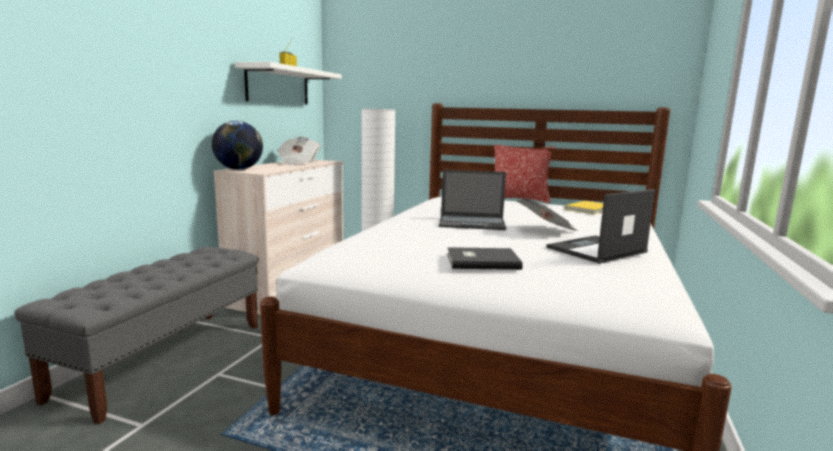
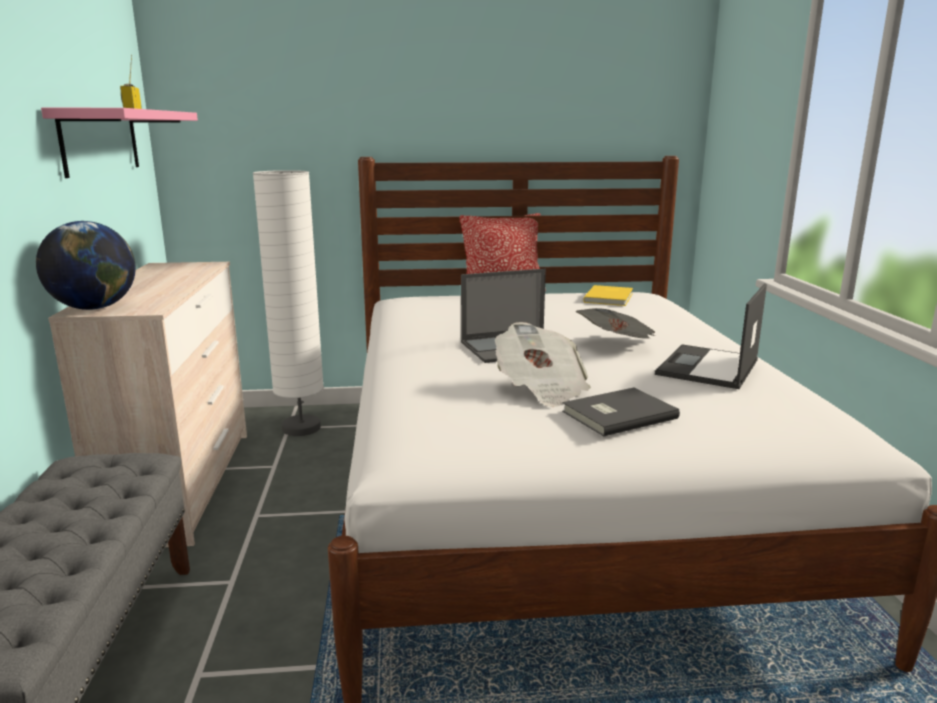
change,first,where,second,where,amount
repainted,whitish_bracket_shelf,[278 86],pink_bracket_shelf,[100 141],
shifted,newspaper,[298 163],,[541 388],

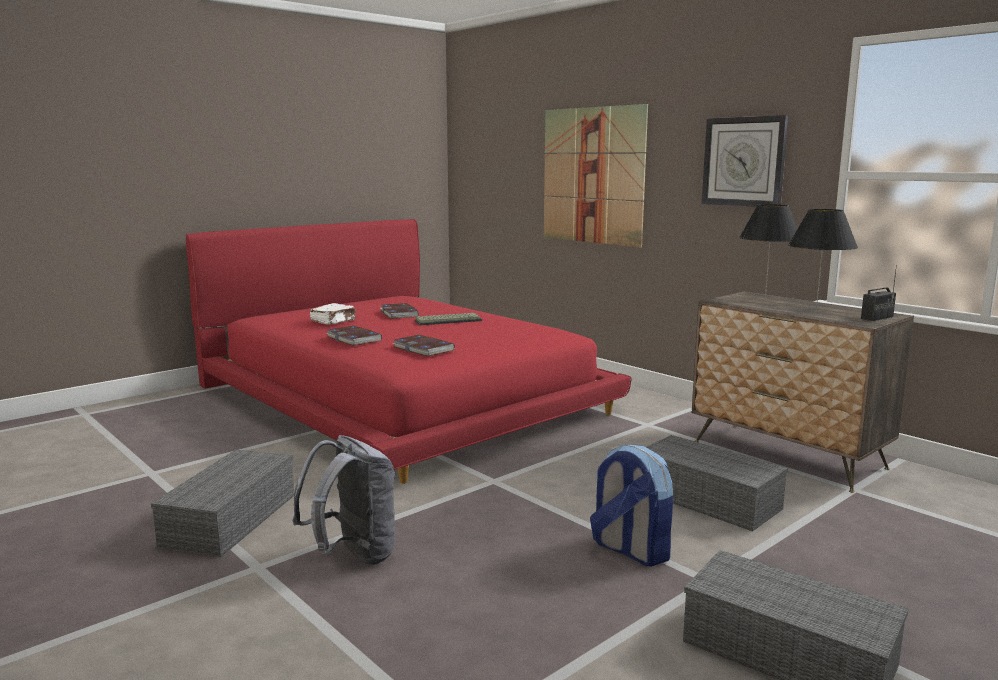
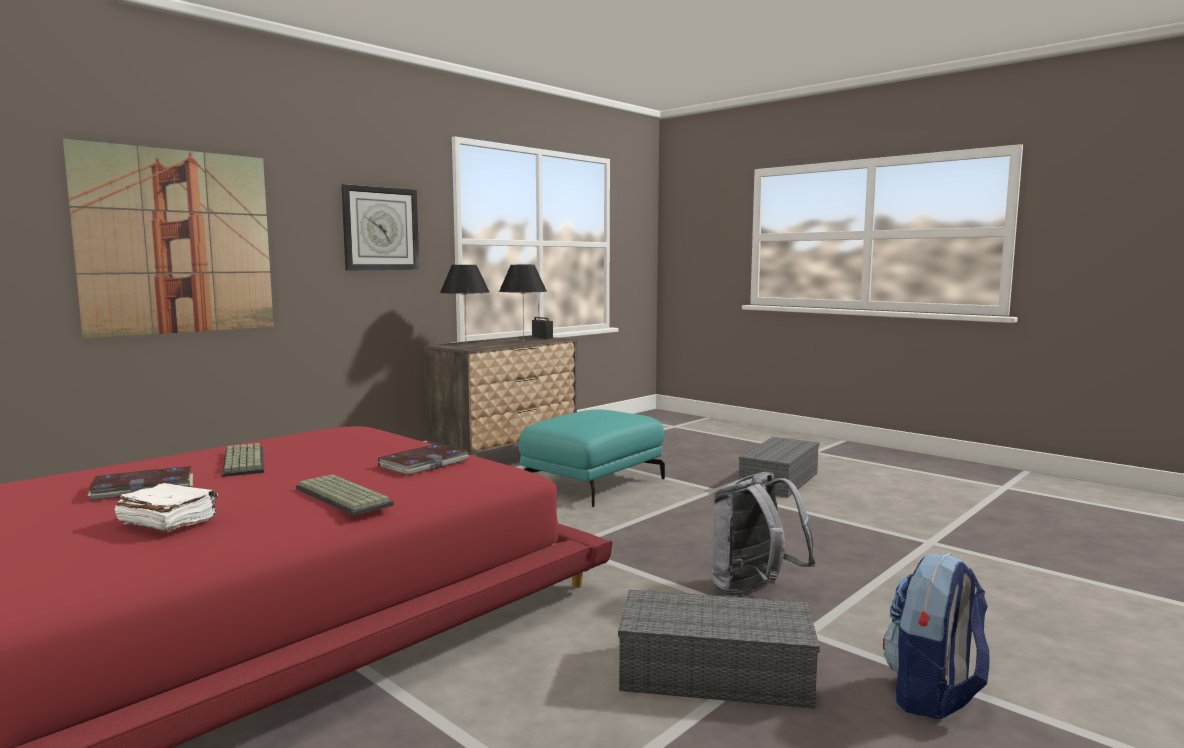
change,first,where,second,where,amount
swapped,volume,[354 338],keyboard,[340 497],
swapped,grey_storage_bin,[710 499],turquoise_footrest,[593 483],
shifted,rucksack,[629 550],,[933 695],

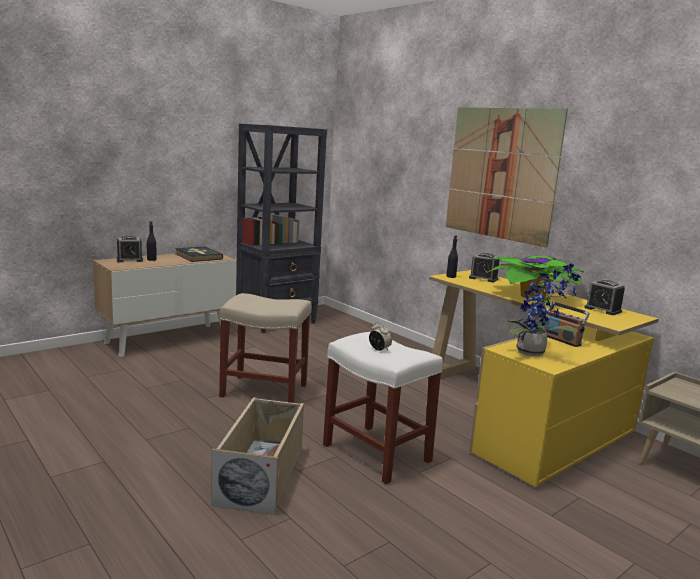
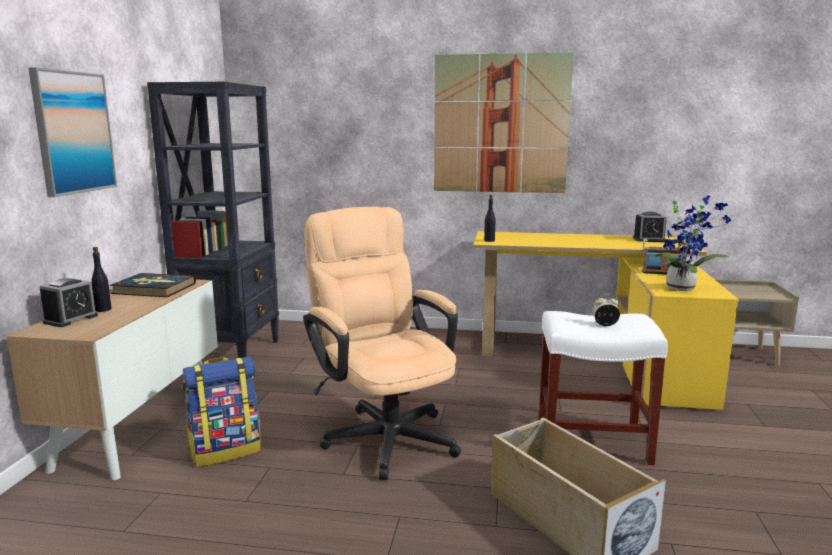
change,first,where,second,where,amount
new,,,picture,[73 132],
new,,,rucksack,[226 450],
swapped,beige-coloured_stool,[265 390],beige-coloured_desk_chair,[384 433],
gone,alarm_clock,[483 278],,,
gone,plant_in_a_pot,[530 296],,,

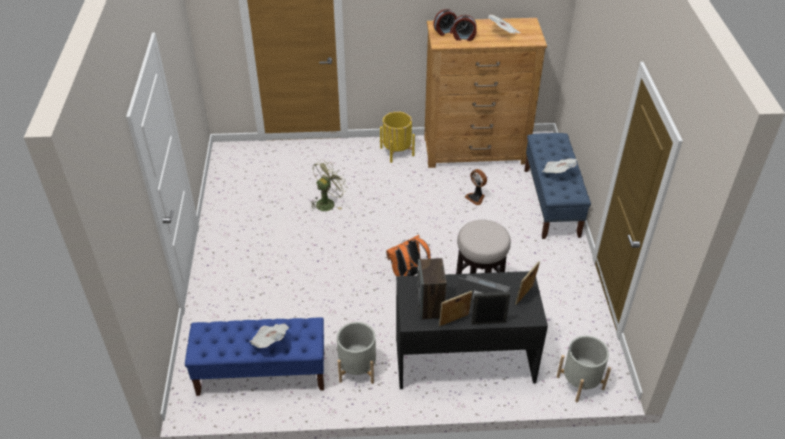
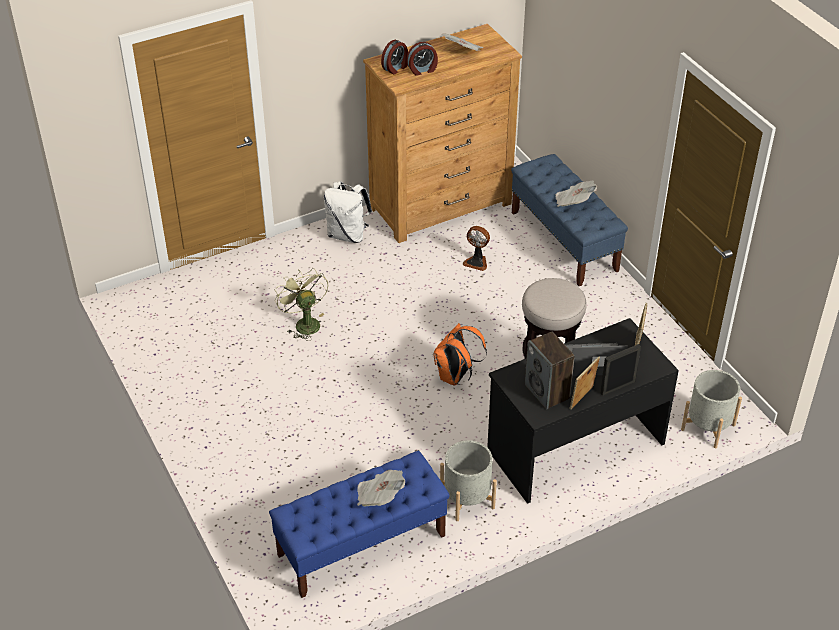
change,first,where,second,where,amount
rotated,green_electric_fan,[327 202],,[304 323],45 degrees counterclockwise
swapped,yellow_planter,[397 151],whitish_rucksack,[348 235],

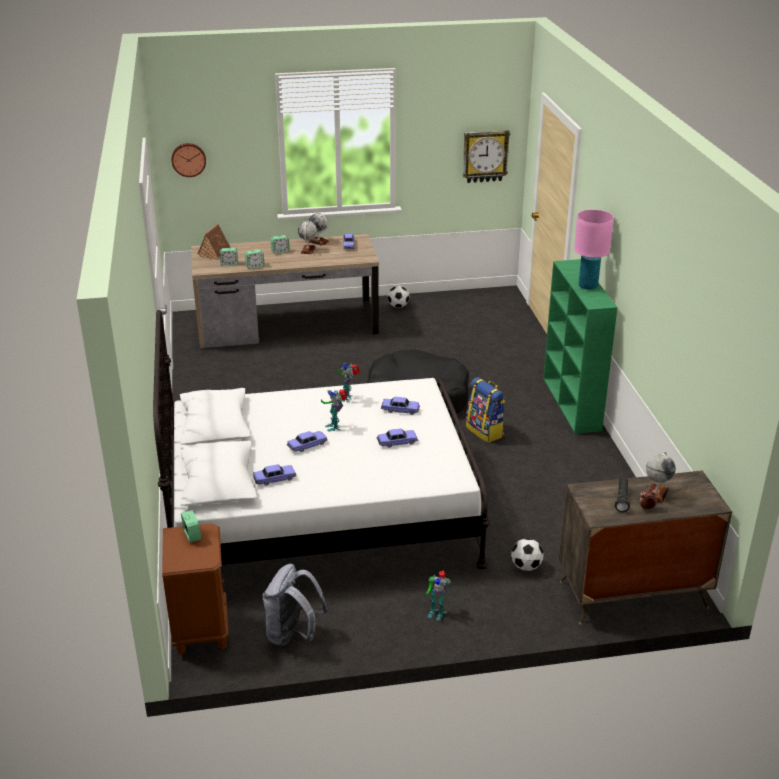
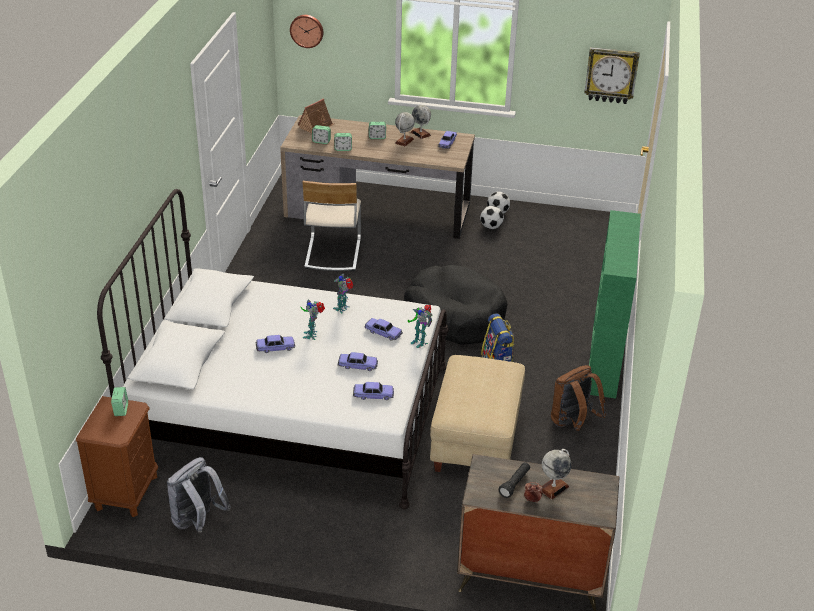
change,first,where,second,where,amount
new,,,beige-coloured_plain_chair,[332 253],
shifted,toy_car,[274 479],,[373 395],
shifted,toy_robot,[436 612],,[419 341],
new,,,beige-coloured_footrest,[474 440],
shifted,ball_for_football,[526 566],,[491 227],
new,,,brown-coloured_rucksack,[572 423],
gone,pink_tabletop_lamp,[588 286],,,

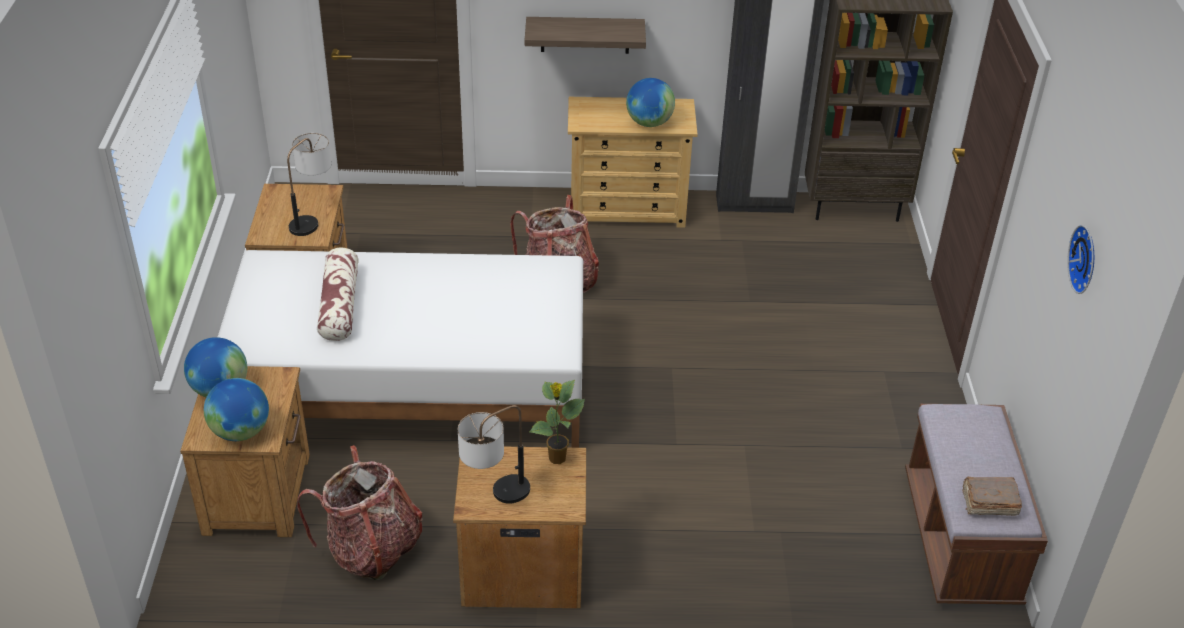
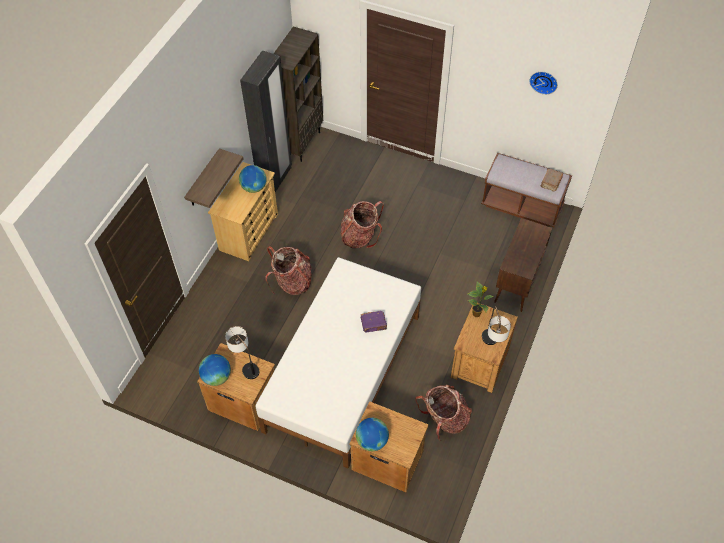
change,first,where,second,where,amount
shifted,world_globe,[240 432],,[217 377],
new,,,rucksack,[360 236],
new,,,purple-coloured_volume,[374 324],
new,,,brown-coloured_storage_cabinet,[517 283],
gone,pillow,[339 305],,,

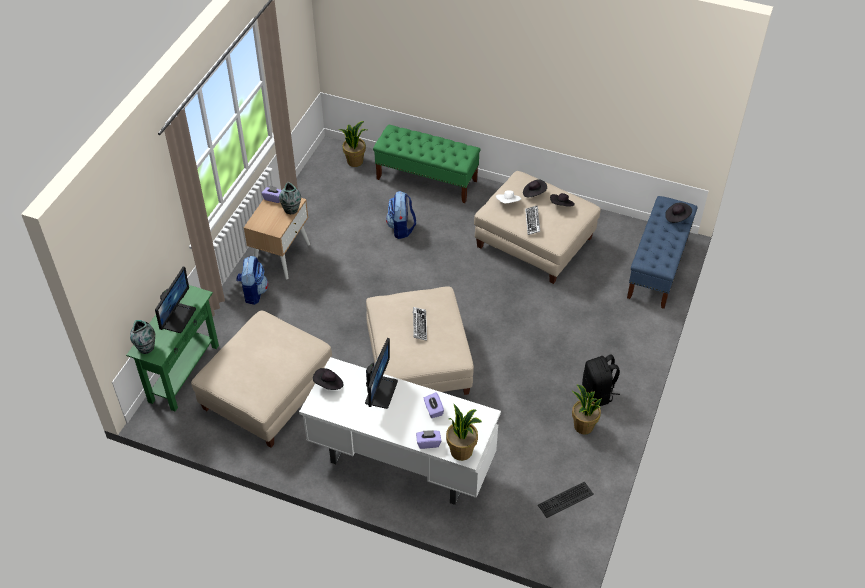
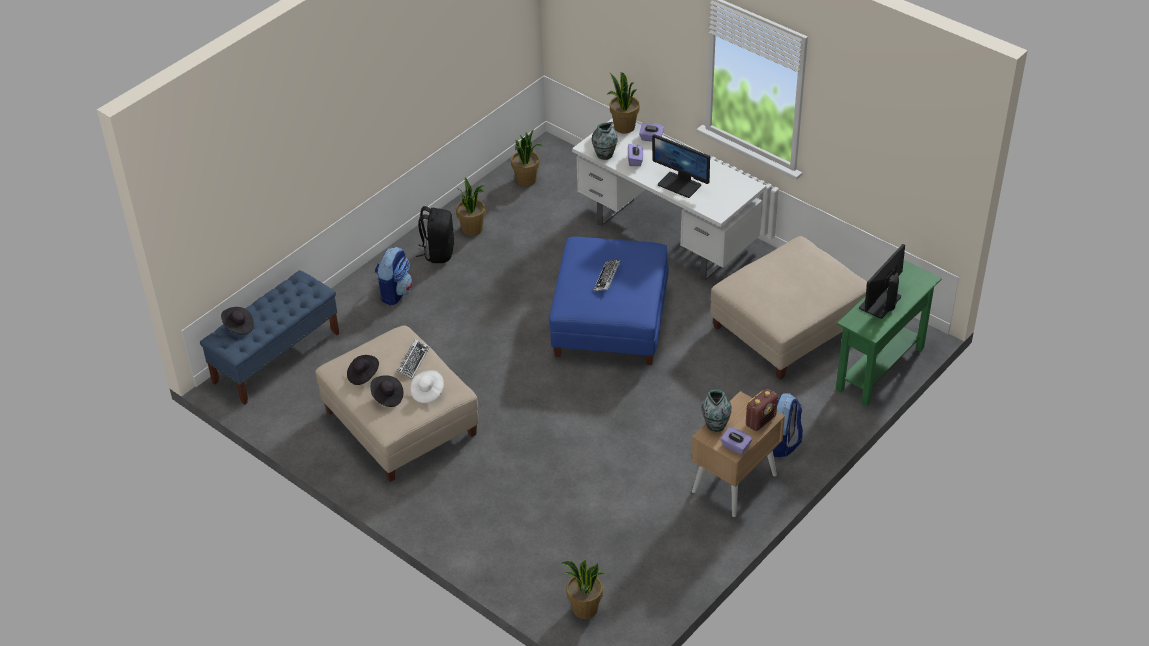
change,first,where,second,where,amount
shifted,rucksack,[401 228],,[395 292],
swapped,keyboard,[565 500],plant_in_a_pot,[526 180],
repainted,beige-coloured_footrest,[418 362],bluish_footrest,[610 321],
shifted,vase,[146 347],,[604 155],
rotated,computer_screen,[380 391],,[680 184],90 degrees counterclockwise
new,,,radio_set,[760 421],
gone,black_wearable_hat,[329 384],,,
gone,green_bench,[427 180],,,

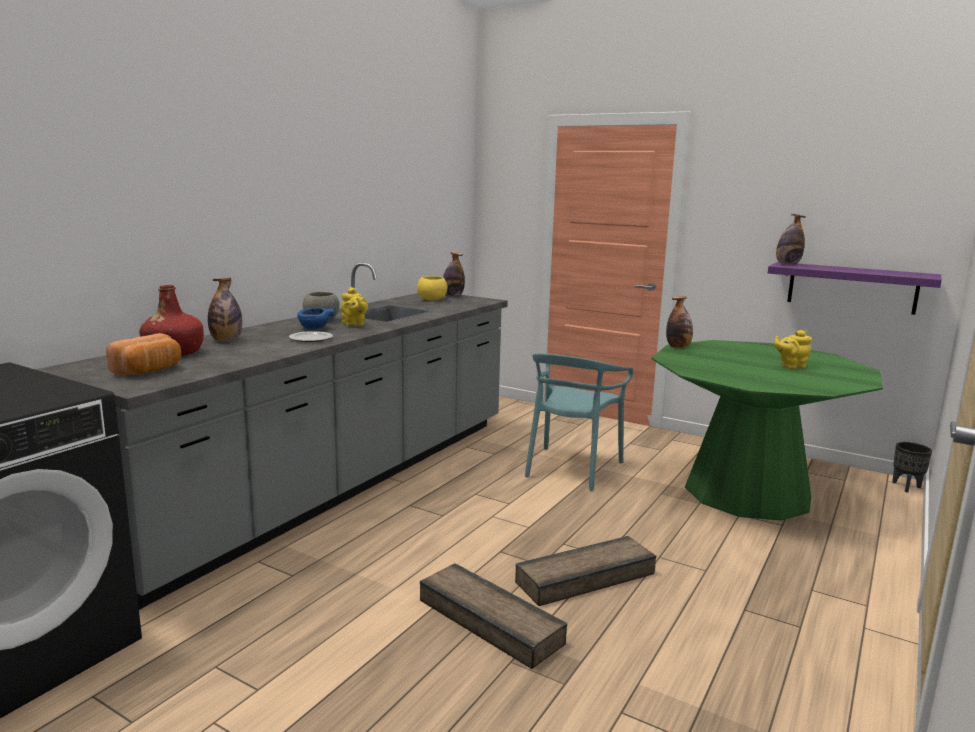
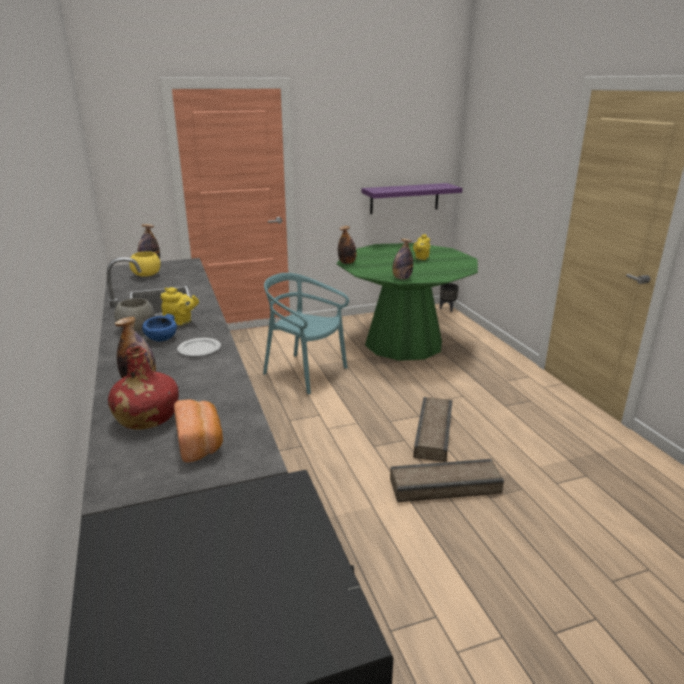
change,first,where,second,where,amount
rotated,turquoise_plain_chair,[571 468],,[305 372],150 degrees clockwise
shifted,bottle,[787 264],,[402 278],

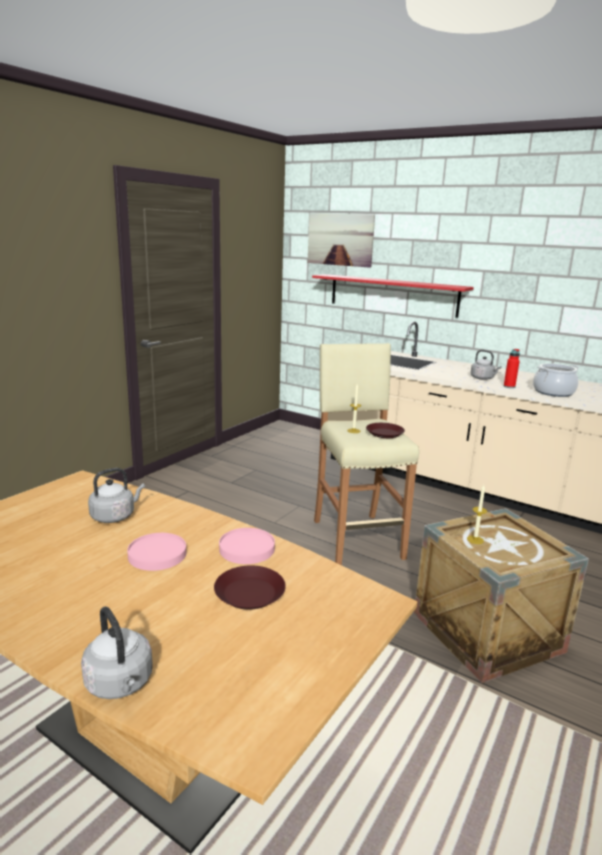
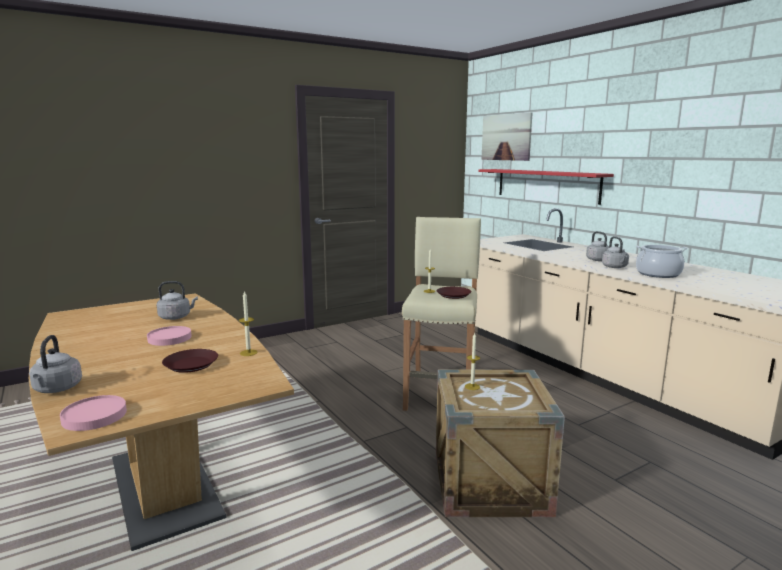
change,first,where,second,where,amount
shifted,pink_plate,[247 549],,[94 416],
new,,,wax_light,[248 353],
swapped,red_bottle,[509 386],grey_kettle,[615 267],

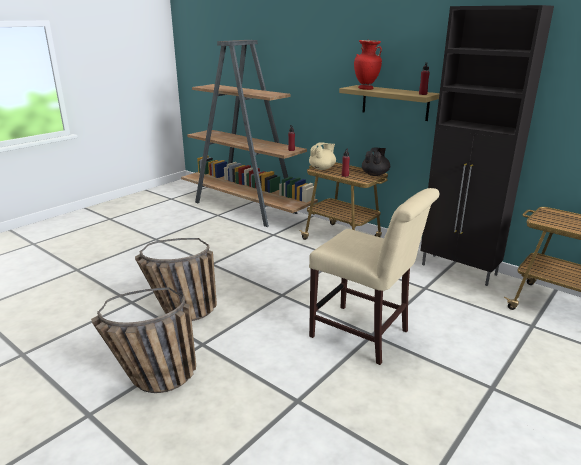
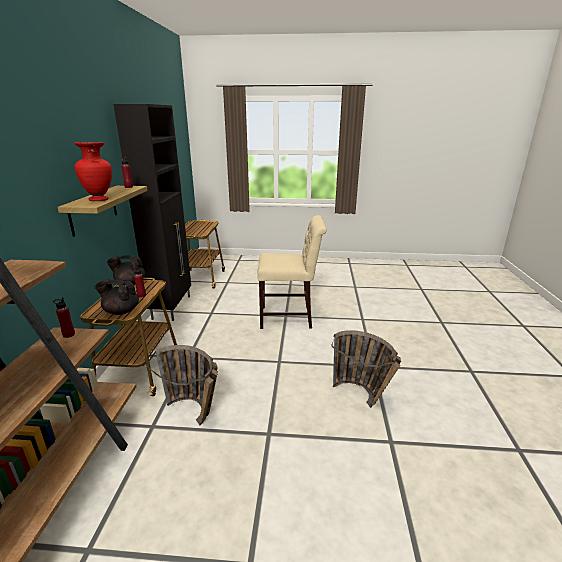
change,first,where,second,where,amount
repainted,beige-coloured_teapot,[322 168],black_teapot,[121 311],
shifted,household_basket,[151 382],,[196 415],
rotated,beige-coloured_plain_chair,[364 336],,[289 317],90 degrees clockwise

